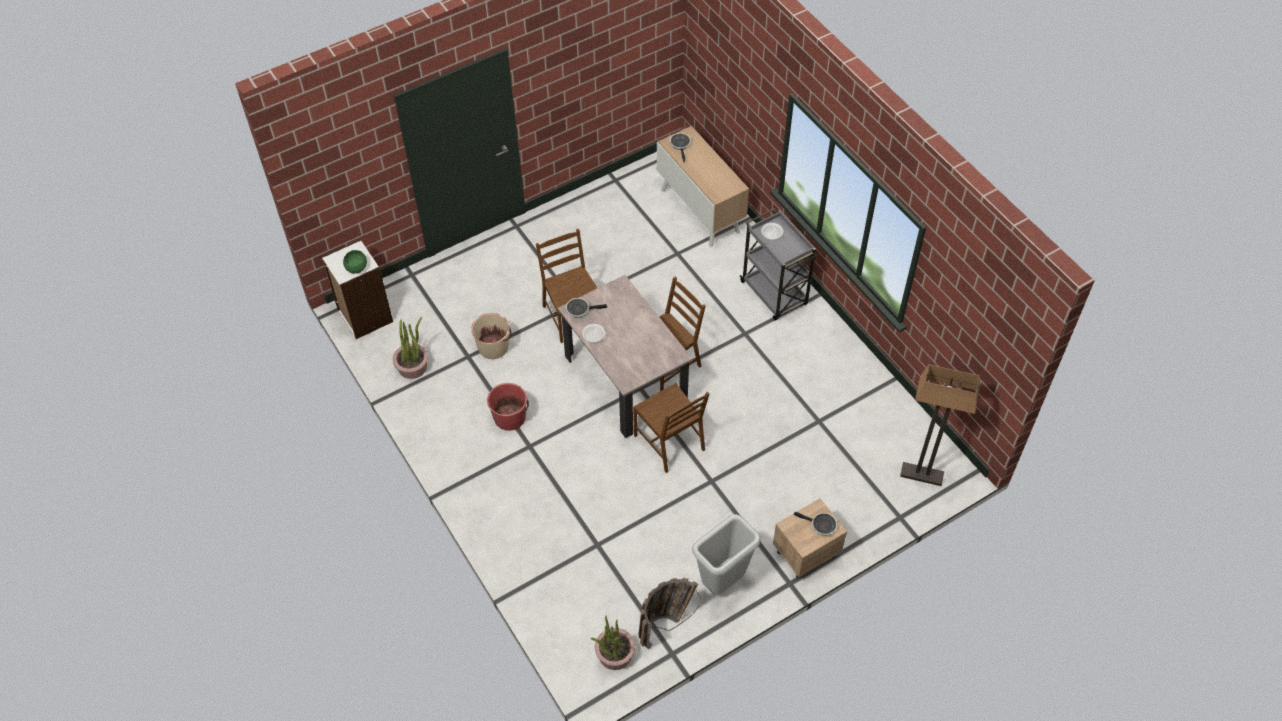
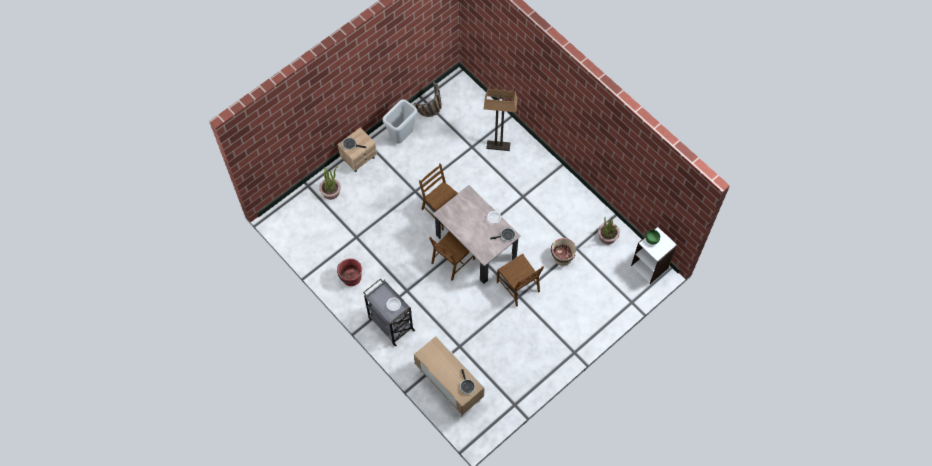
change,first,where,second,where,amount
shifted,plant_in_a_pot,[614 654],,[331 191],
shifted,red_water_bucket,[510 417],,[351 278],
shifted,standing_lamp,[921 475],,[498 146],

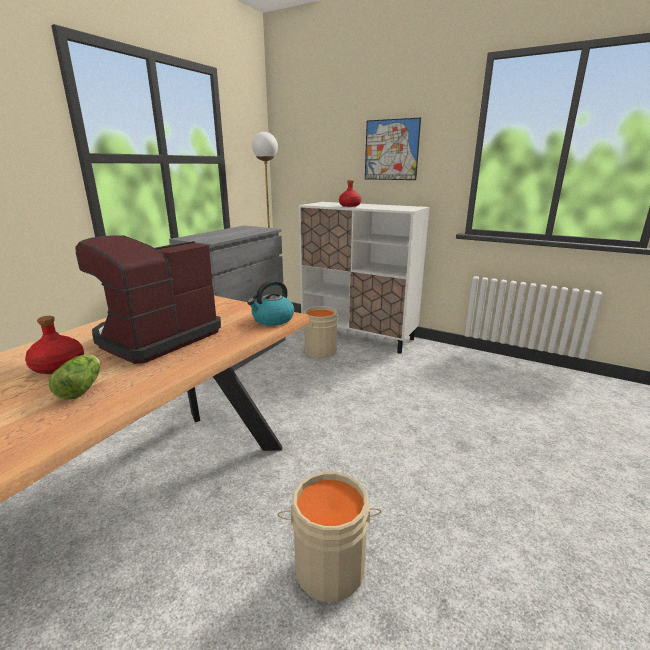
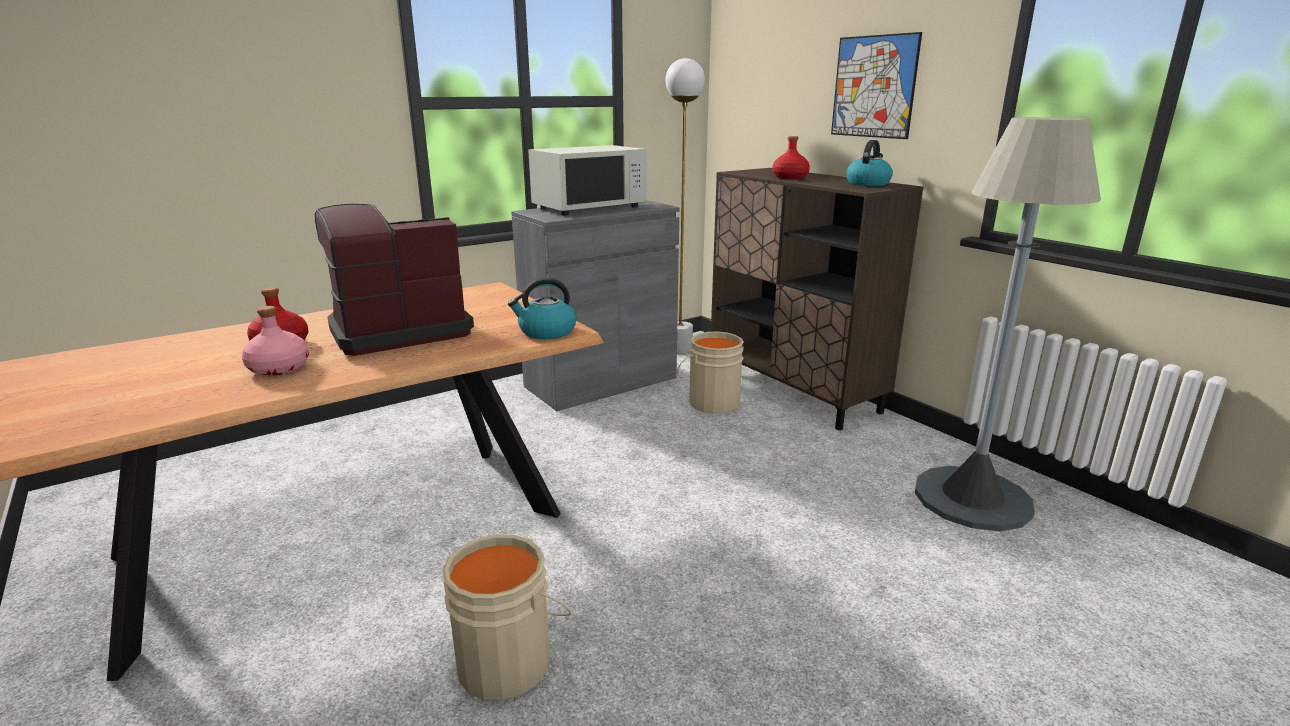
change,first,where,second,where,amount
swapped,head_of_lettuce,[83 387],pink_bottle,[278 368],
new,,,whitish_microwave,[589 207],
repainted,whitish_storage_cabinet,[358 335],brown-coloured_storage_cabinet,[794 390],
new,,,kettle,[868 183],
new,,,grey_standing_lamp,[972 498],

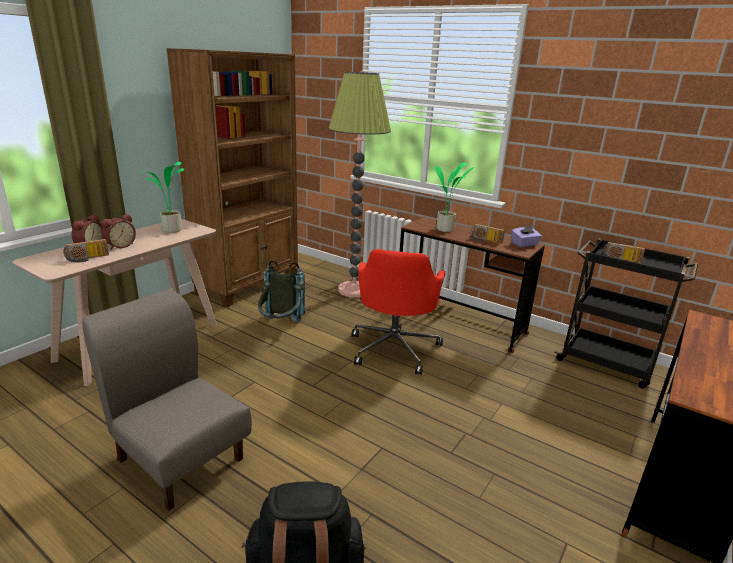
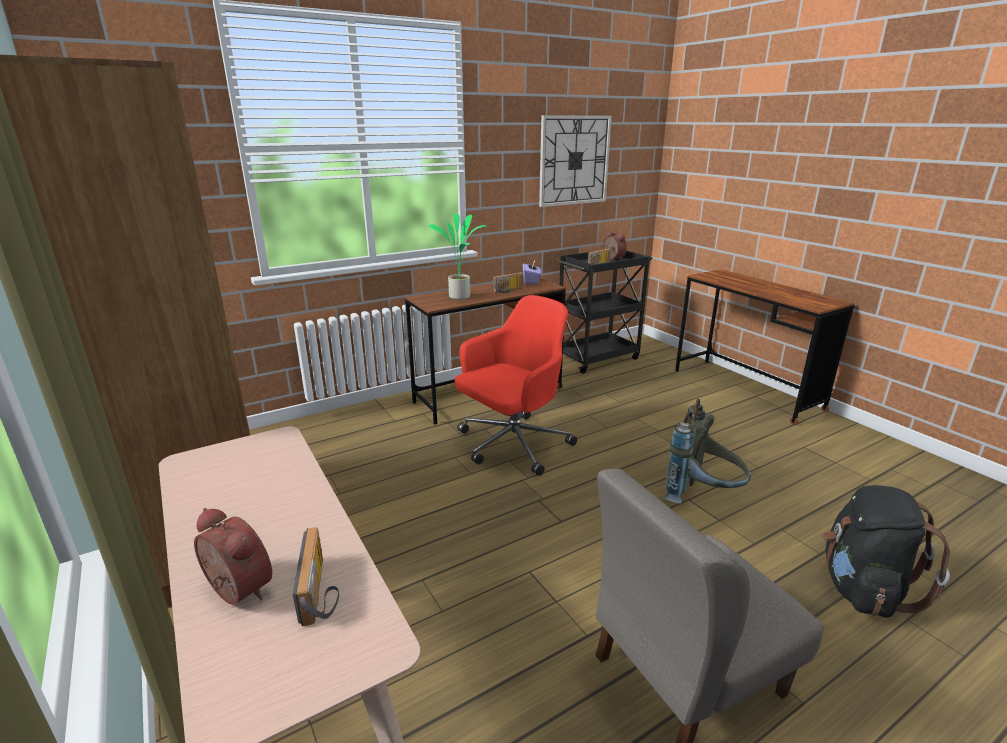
change,first,where,second,where,amount
rotated,red_desk_chair,[394 348],,[512 445],75 degrees counterclockwise
new,,,hanging_clock,[574 160],
shifted,alarm_clock,[120 245],,[612 258],
shifted,grey_rucksack,[280 326],,[702 497],
gone,plant_in_a_pot,[172 230],,,
gone,standing_lamp,[354 290],,,

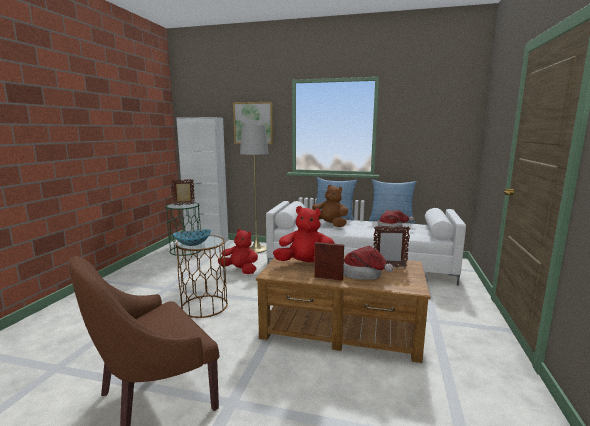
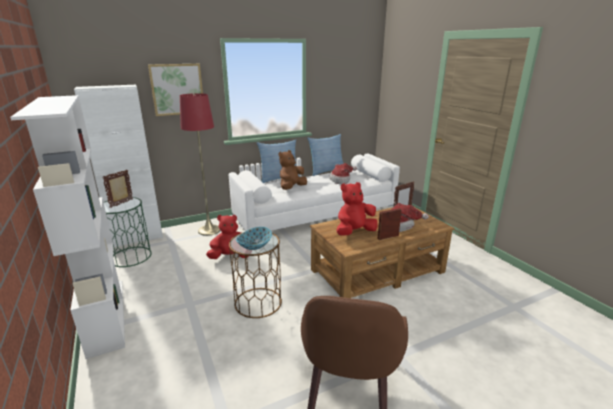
change,first,where,second,where,amount
new,,,whitish_shelving_unit,[105 315],
repainted,grey_standing_lamp,[256 249],red_standing_lamp,[209 230],
rotated,brown-coloured_cuddly_toy,[329 224],,[291 188],45 degrees counterclockwise

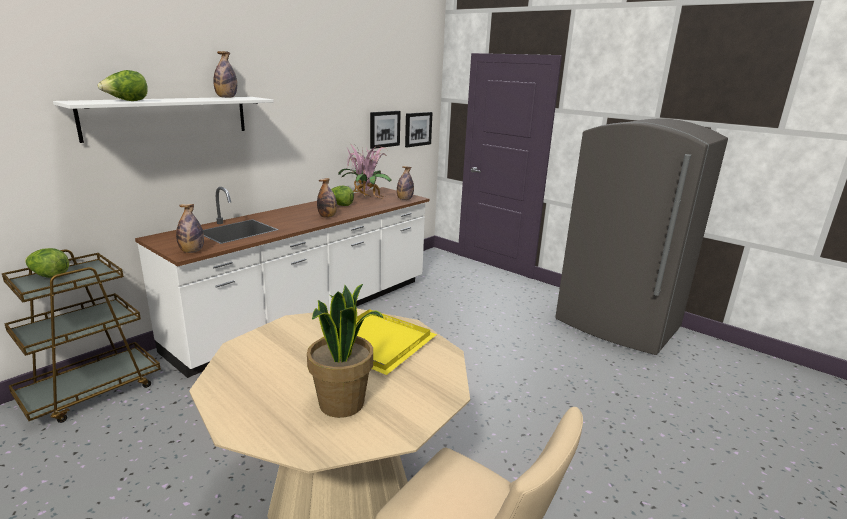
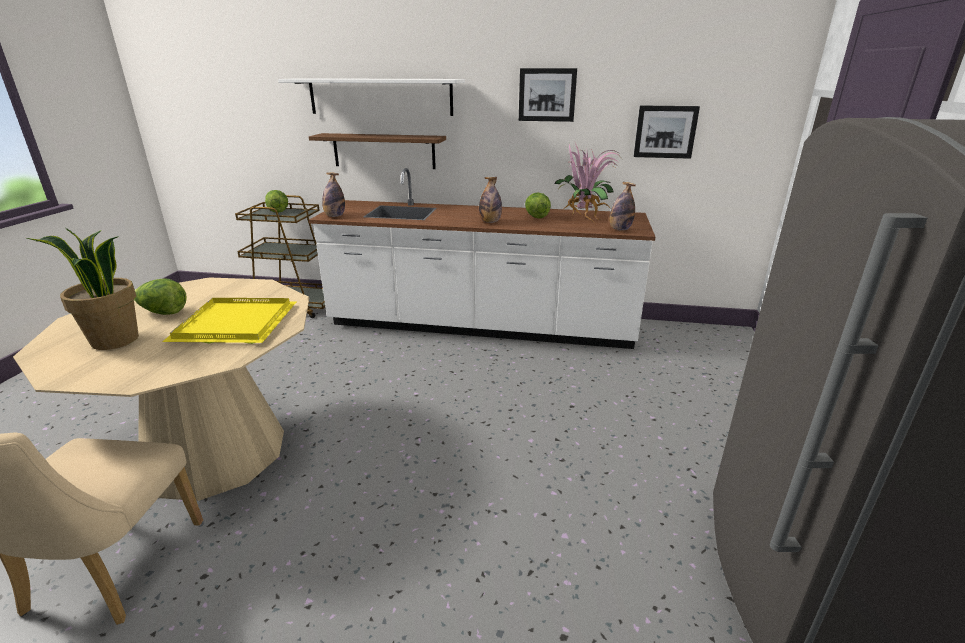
change,first,where,second,where,amount
shifted,head_of_lettuce,[127 101],,[163 313],
new,,,brown-coloured_bracket_shelf,[384 151],
shifted,picture,[417 129],,[547 95],
gone,bottle,[226 97],,,

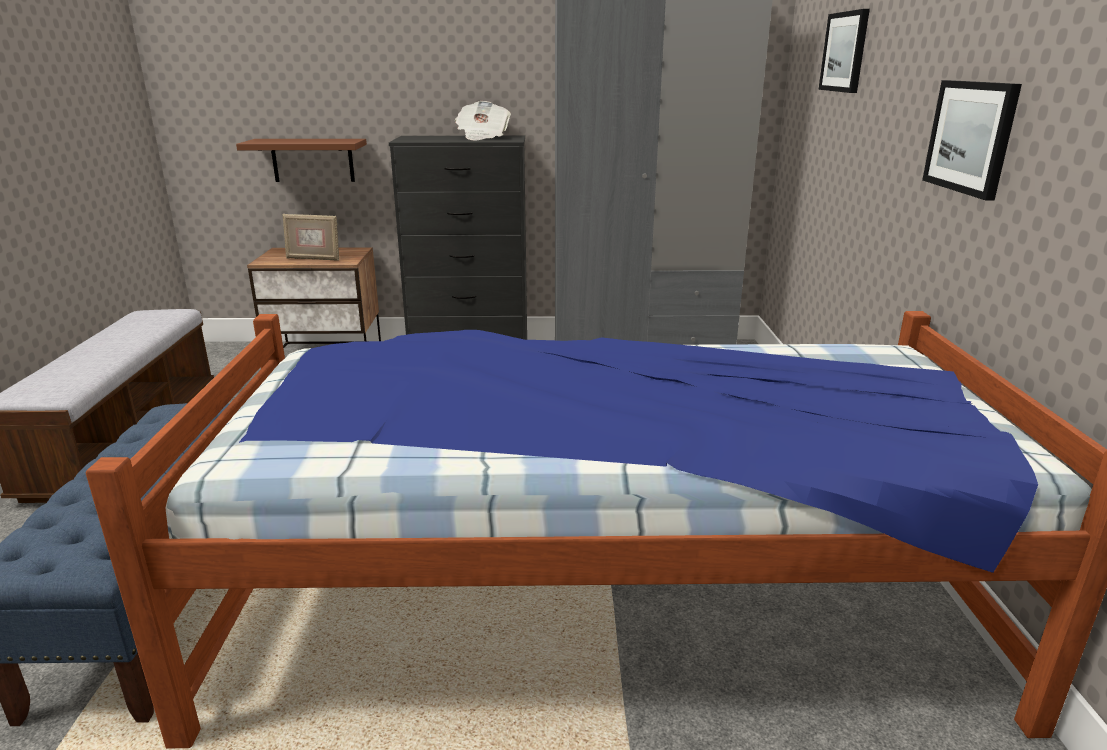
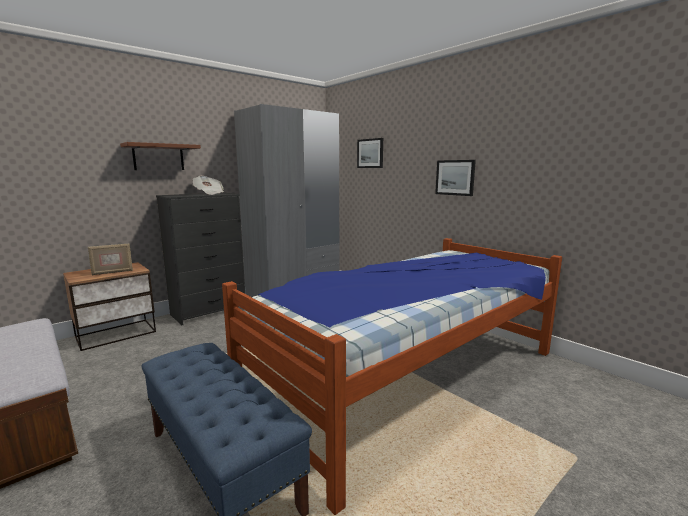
change,first,where,second,where,amount
shifted,brown-coloured_bracket_shelf,[312 160],,[158 157],

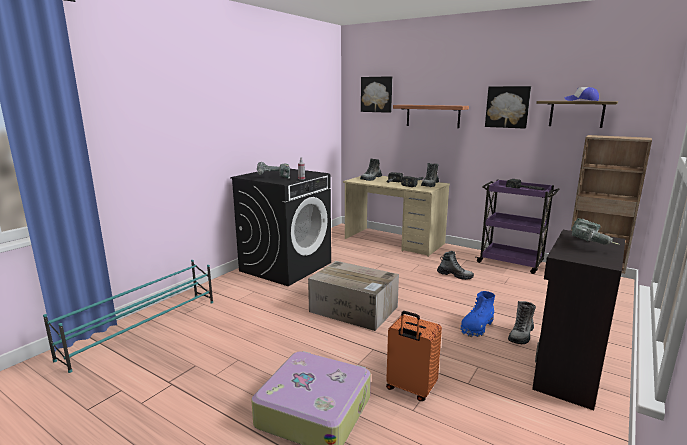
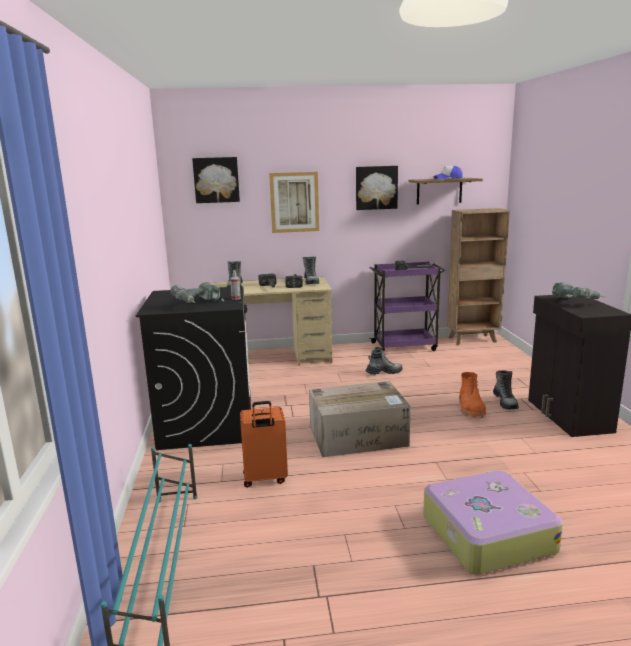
change,first,where,second,where,amount
shifted,orange_travel_case,[410 389],,[265 479],
swapped,bracket_shelf,[432 116],picture,[294 202],
repainted,bluish_tall_boot,[476 327],orange_tall_boot,[471 409],

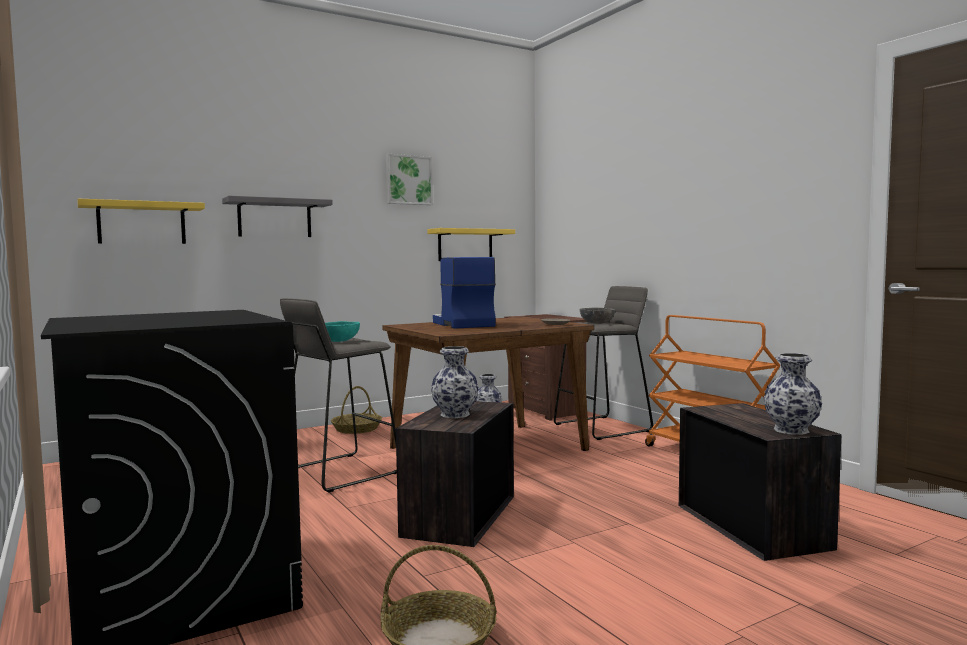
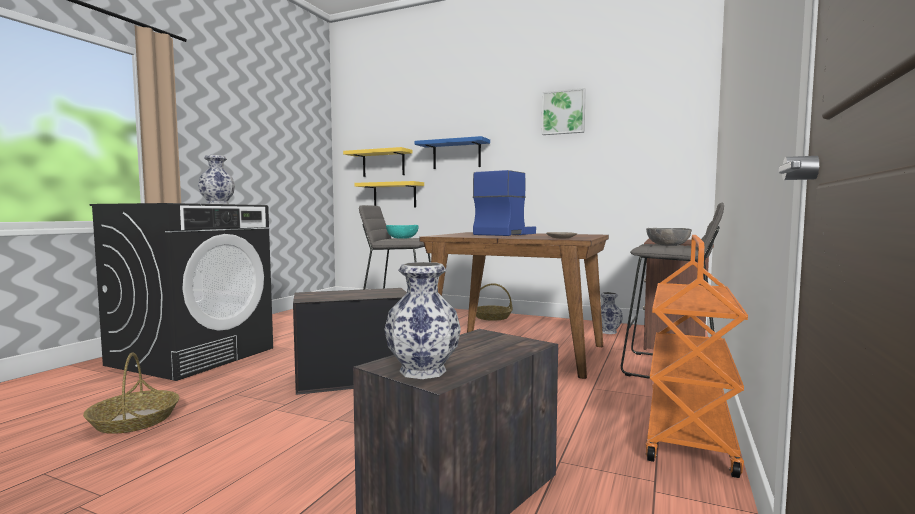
change,first,where,second,where,amount
shifted,vase,[455 415],,[217 204],
shifted,yellow_bracket_shelf,[465 245],,[394 195],
repainted,grey_bracket_shelf,[274 218],bluish_bracket_shelf,[456 154],

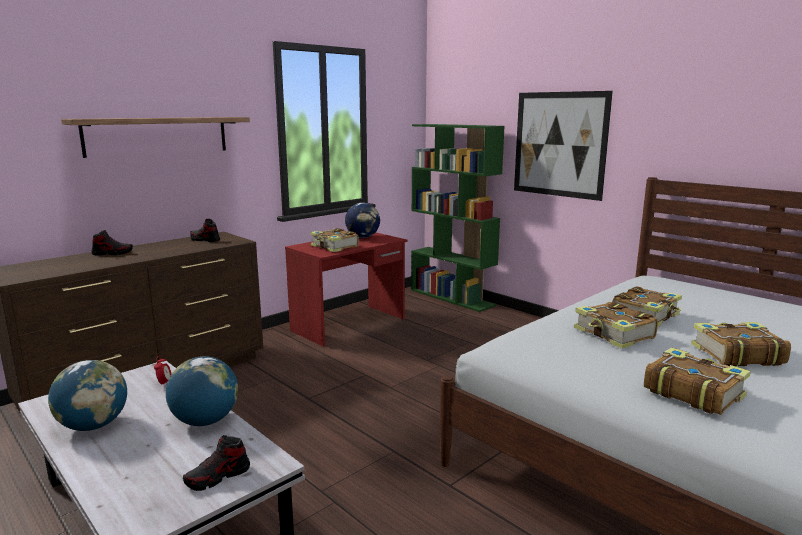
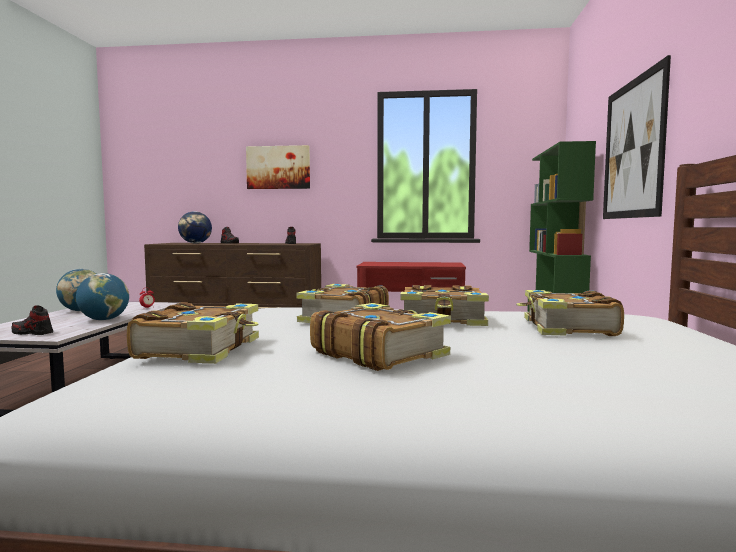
change,first,where,second,where,amount
shifted,world_globe,[363 237],,[195 243],
swapped,bracket_shelf,[158 136],picture,[278 167],
shifted,volume,[334 247],,[567 328],

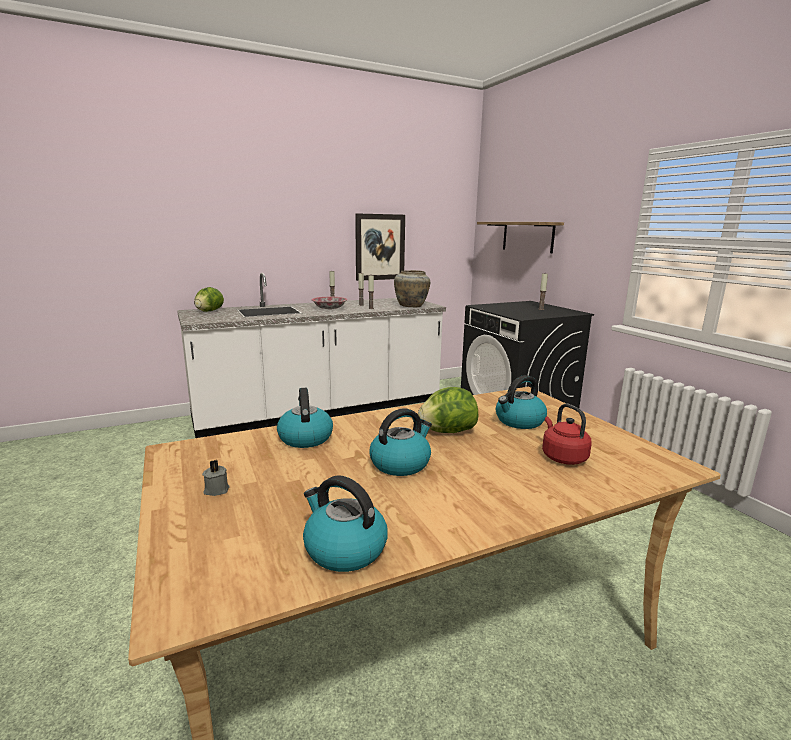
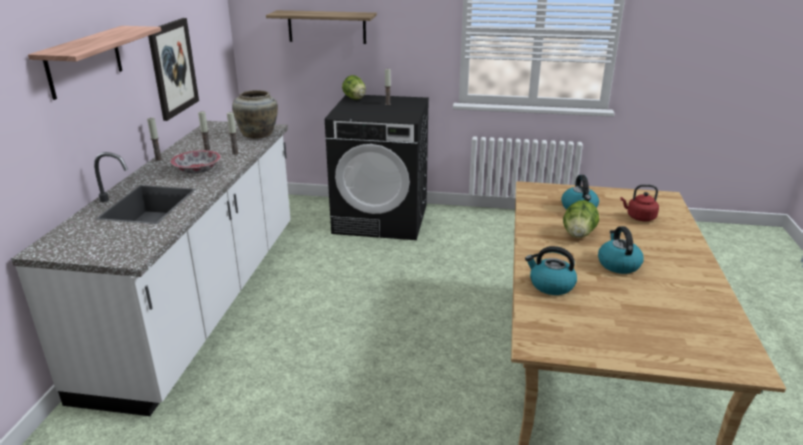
change,first,where,second,where,amount
new,,,bracket_shelf,[84 61],
shifted,head_of_lettuce,[209 311],,[355 99],
gone,grey_wax_light,[216 489],,,
gone,kettle,[344 549],,,

